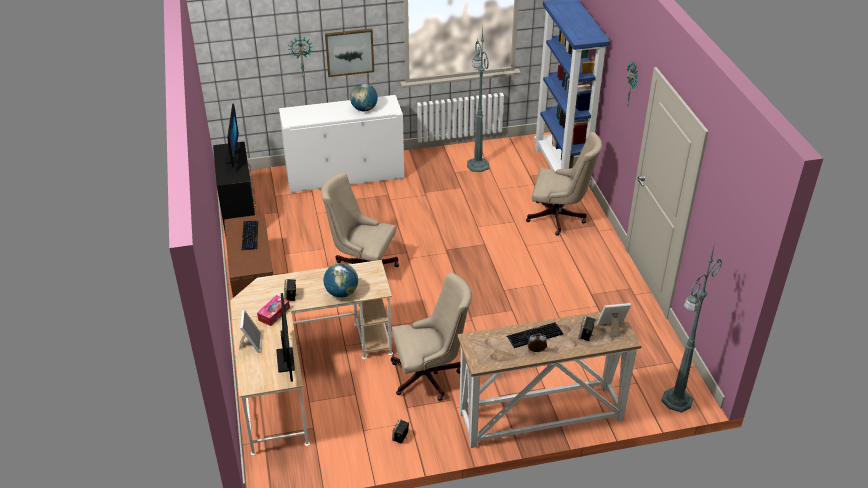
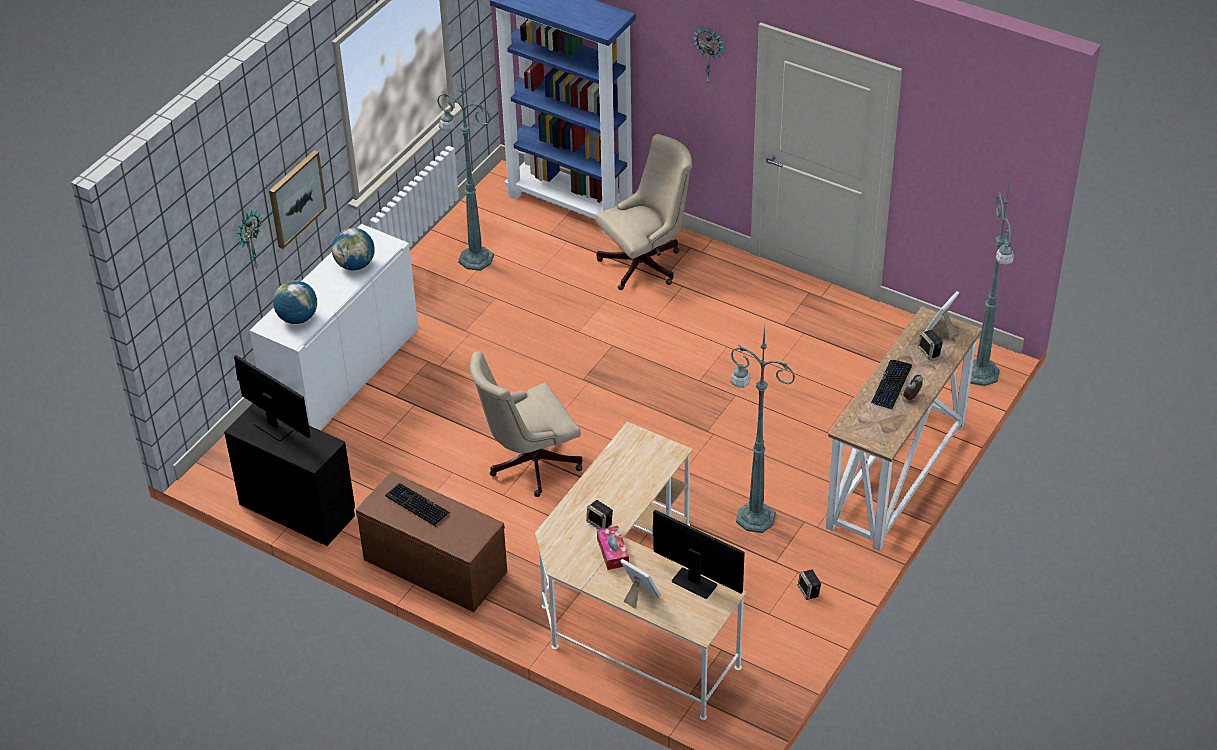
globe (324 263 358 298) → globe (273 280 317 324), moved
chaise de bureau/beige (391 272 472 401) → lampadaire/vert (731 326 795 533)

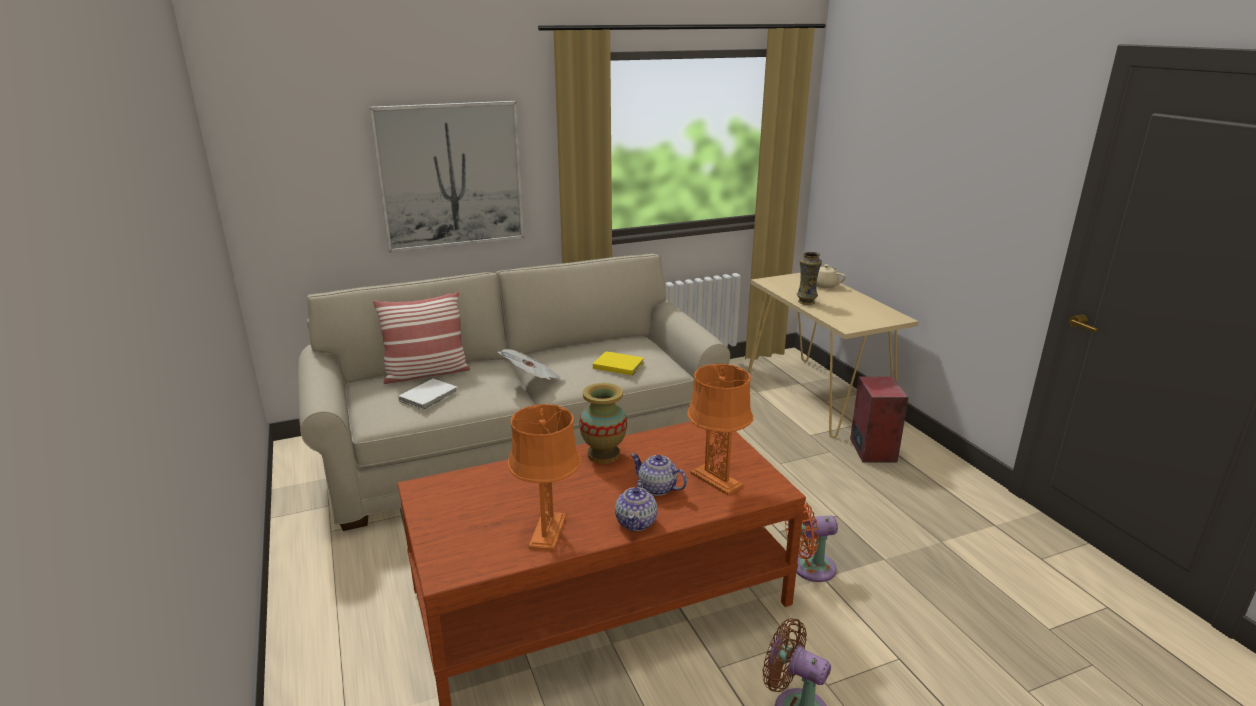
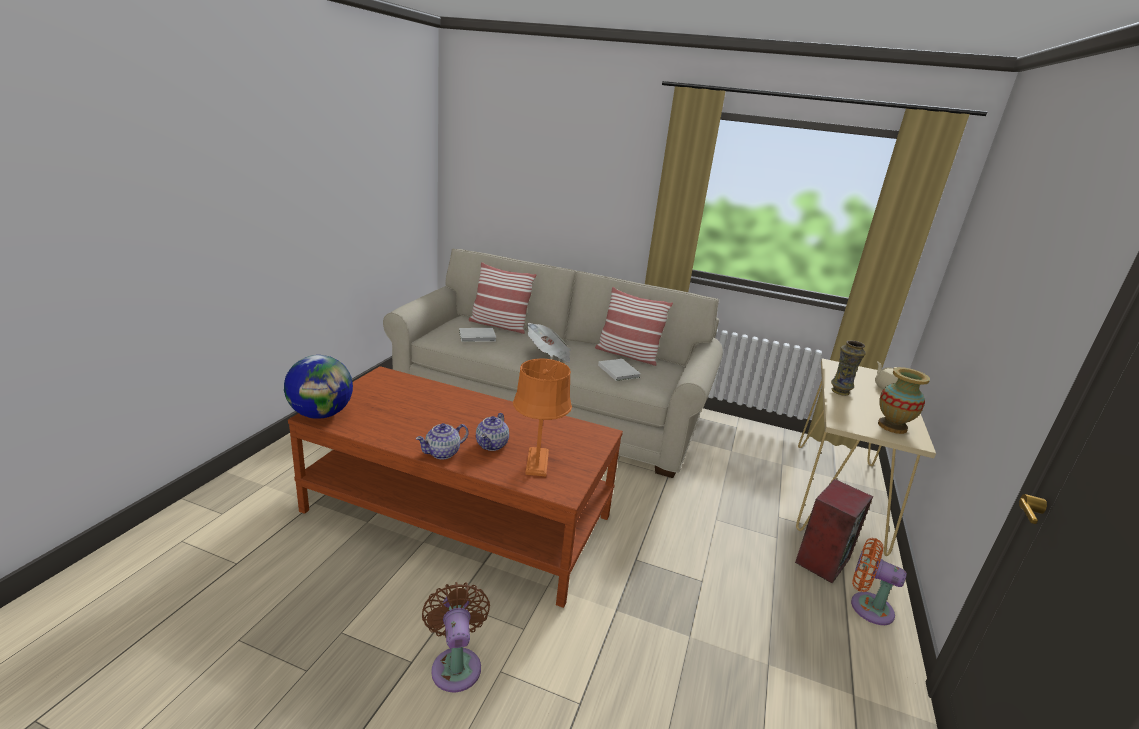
tableau (369 101 524 253) → -
livre/jaune (593 351 644 376) → livre/blanc (598 359 641 381)
vase (579 383 627 464) → vase (878 367 930 434), moved
lampe de table/orange (507 404 581 551) → -
théière (631 454 687 496) → théière (476 413 509 451), 150 degrees counterclockwise
ventilateur/orange (785 501 838 582) → ventilateur/orange (851 538 907 625), moved
- → coussin (595 287 673 366)
- → globe (284 355 353 419)

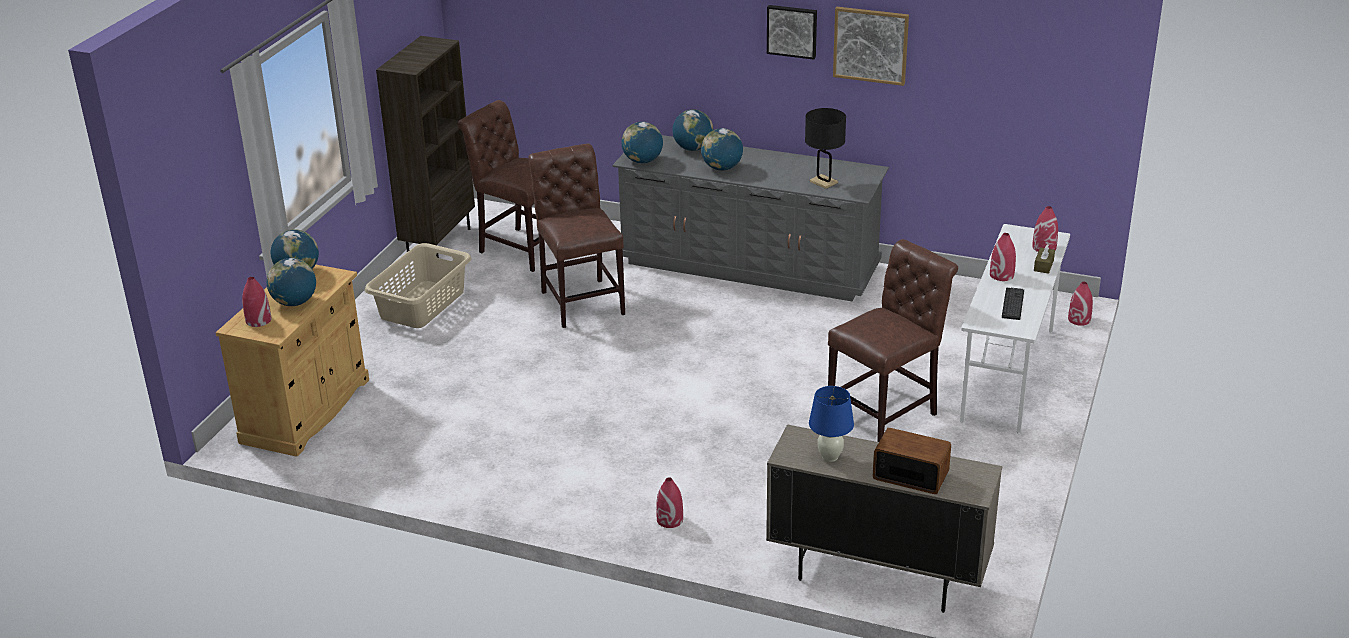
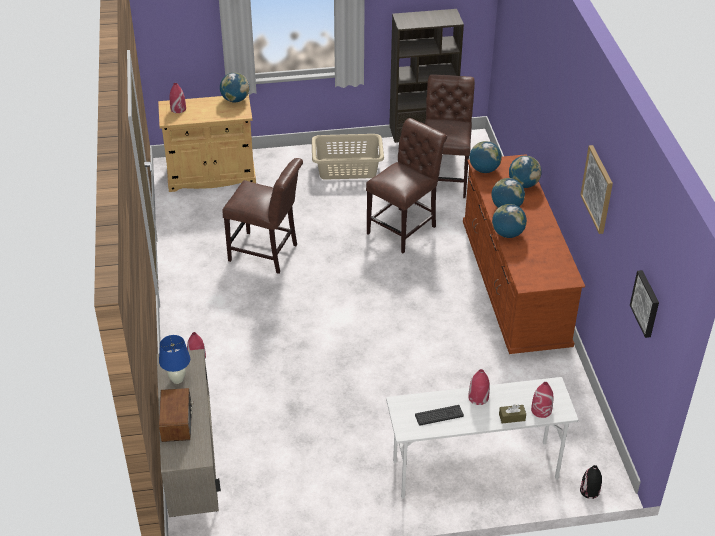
tableau (767 5 817 60) → tableau (630 270 659 338), moved
lampe de table/noir (805 108 846 189) → -
commode/gris (612 135 889 301) → commode/marron (463 154 585 354)
chaise/marron (828 239 958 442) → chaise/marron (222 158 303 274), moved
globe (266 258 316 306) → globe (492 204 527 238), moved
vase/rouge (1068 282 1093 326) → vase/noir (580 465 602 499)

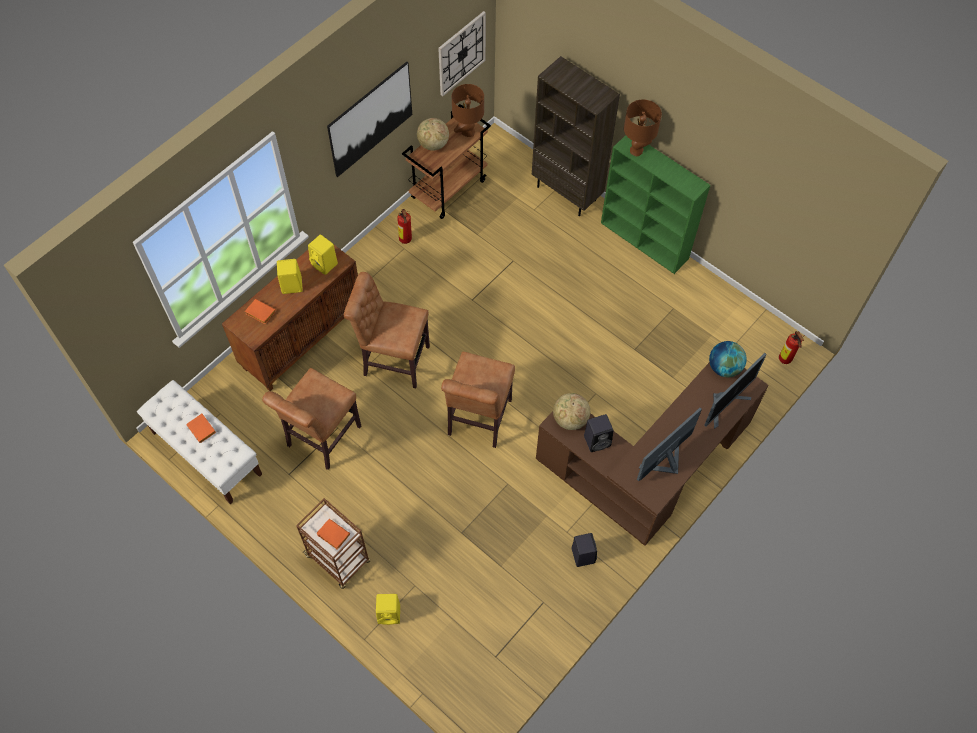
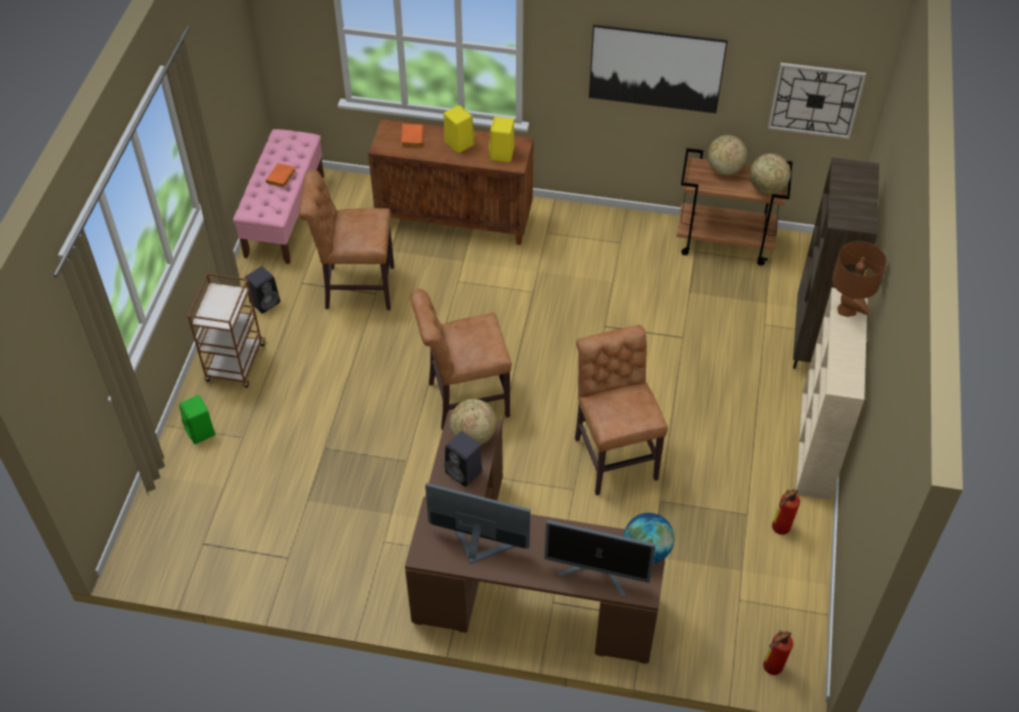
lampe de table/marron (452 84 484 137) → globe (750 153 791 194)
bibliothèque/vert (601 135 710 274) → bibliothèque/beige (796 288 867 500)
extincteur (397 209 412 244) → extincteur (772 489 800 535), moved
chaise/marron (344 272 430 388) → chaise/marron (575 325 668 496), moved
banc/blanc (137 380 262 504) → banc/rose (233 129 324 264)
livre/orange (317 519 350 550) → -
enceinte/noir (572 533 597 567) → enceinte/noir (245 266 280 314), moved
enceinte/jaune (376 594 400 625) → enceinte/vert (179 395 215 444)

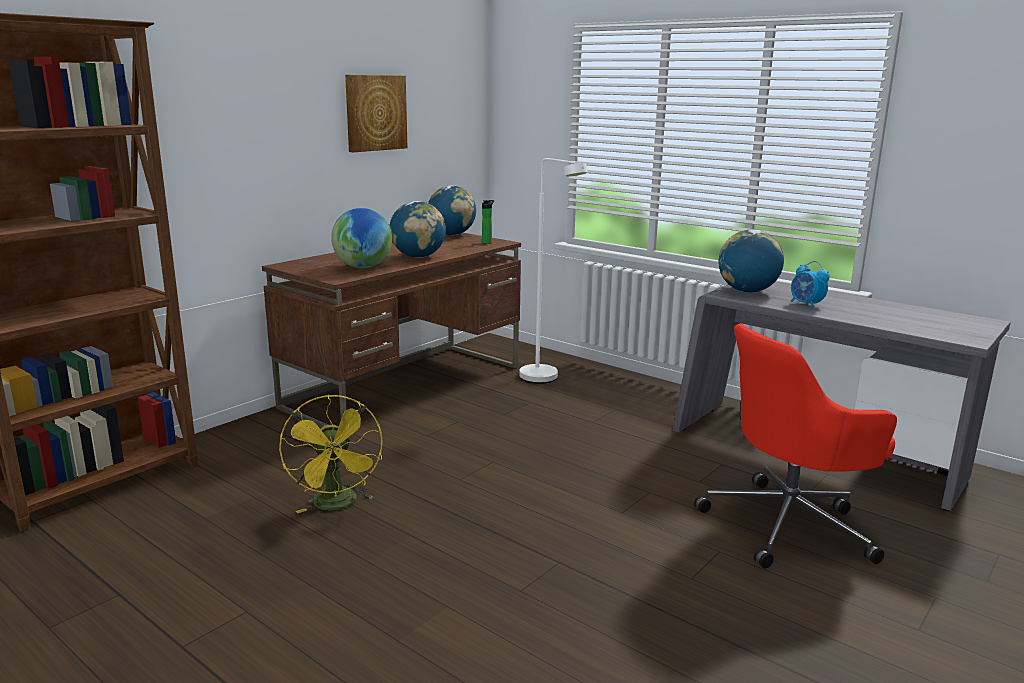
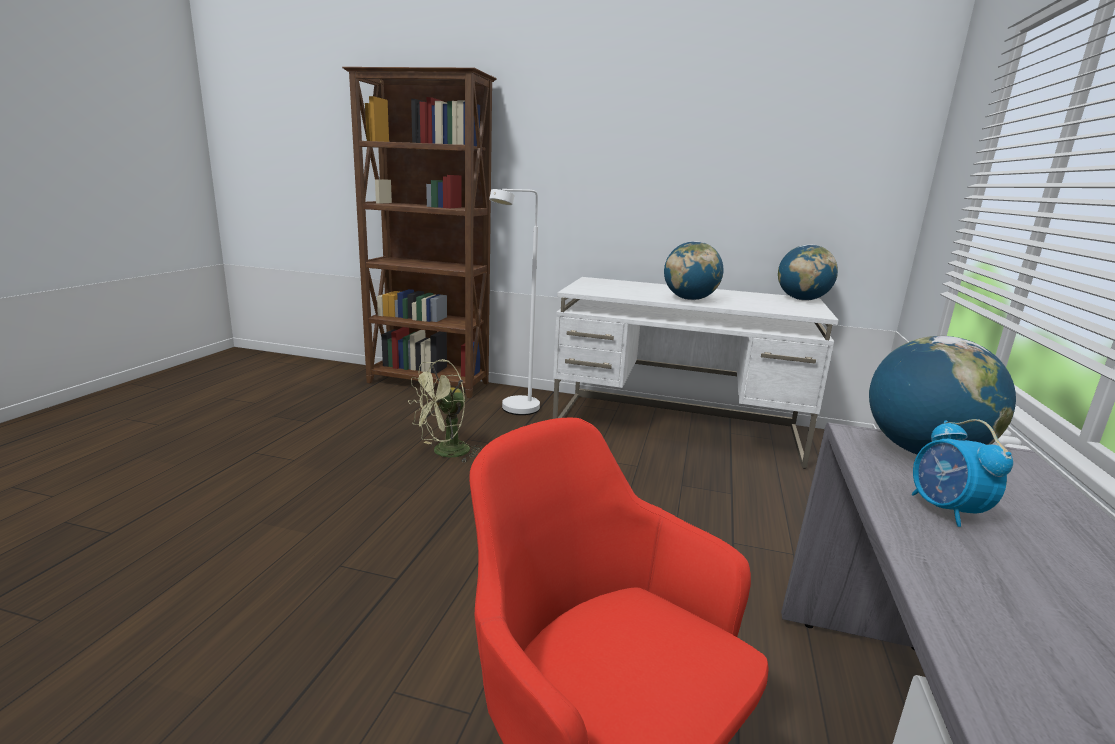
tableau (345 75 407 152) → -
lampadaire/blanc (519 158 588 384) → lampadaire/blanc (489 189 540 415), moved
bouteille (482 200 494 244) → -
globe (331 208 392 268) → -
bureau/marron (262 233 521 428) → bureau/blanc (553 277 839 469)
réveil (791 261 830 308) → réveil (912 419 1013 527), 45 degrees counterclockwise
ventilateur/jaune (279 395 383 513) → ventilateur/vert (408 359 482 463)

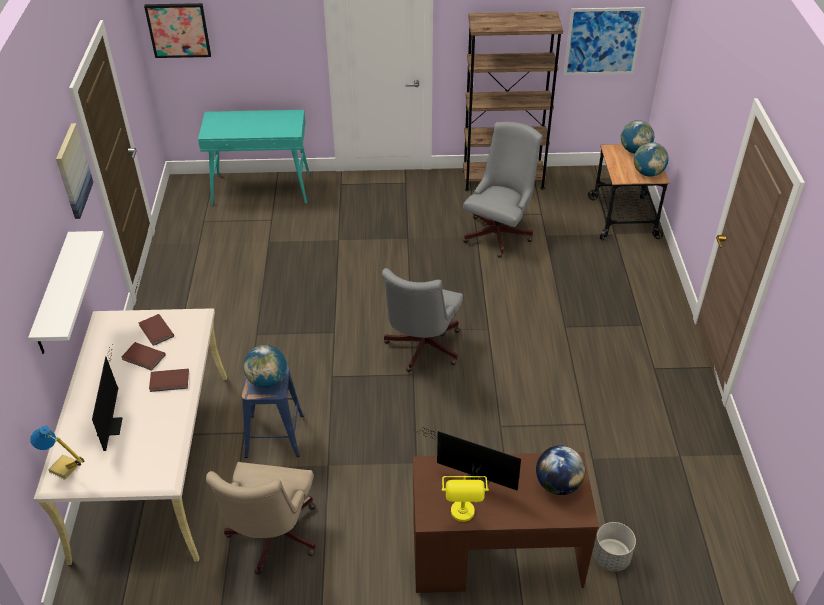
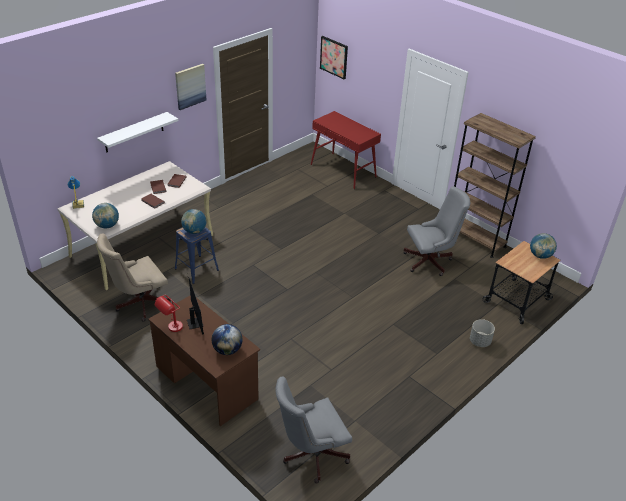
tableau (564 7 645 75) → -
table console/turquoise (198 110 310 206) → table console/rouge (311 111 381 189)
globe (634 142 669 177) → globe (92 203 119 228), moved
chaise de bureau/gris (382 268 463 372) → chaise de bureau/gris (275 377 352 484), moved
écran d'ordinateur (92 344 123 451) → -
lampe de table/jaune (442 476 489 522) → lampe de table/rouge (155 295 183 332)
cache-pot/gris (593 522 636 572) → cache-pot/gris (470 319 495 347), moved

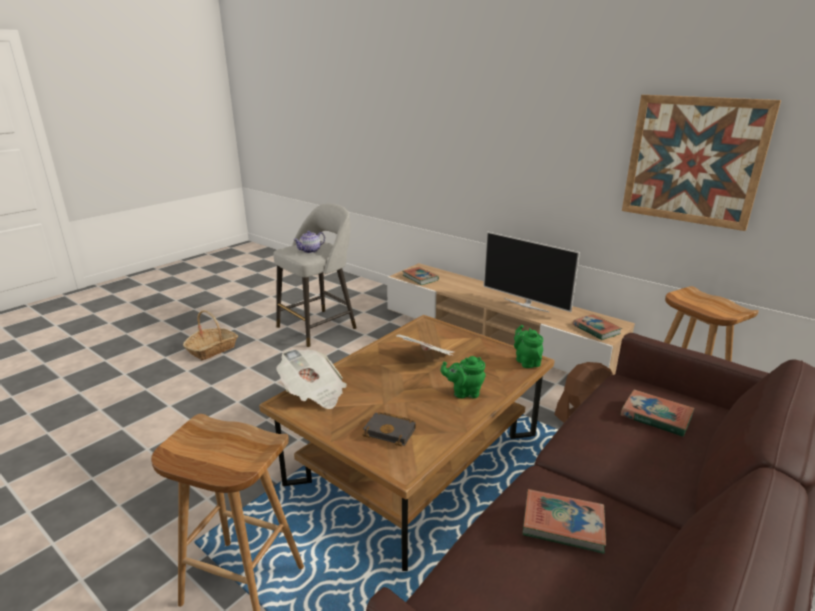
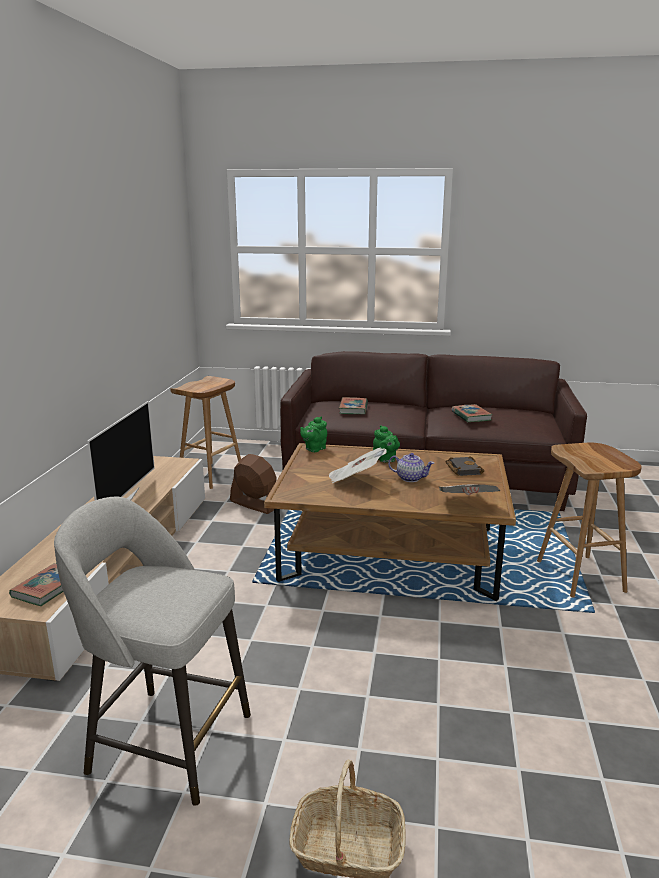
tableau (622 95 781 231) → -
théière (293 231 325 253) → théière (388 453 434 482), moved
livre (573 314 622 340) → -

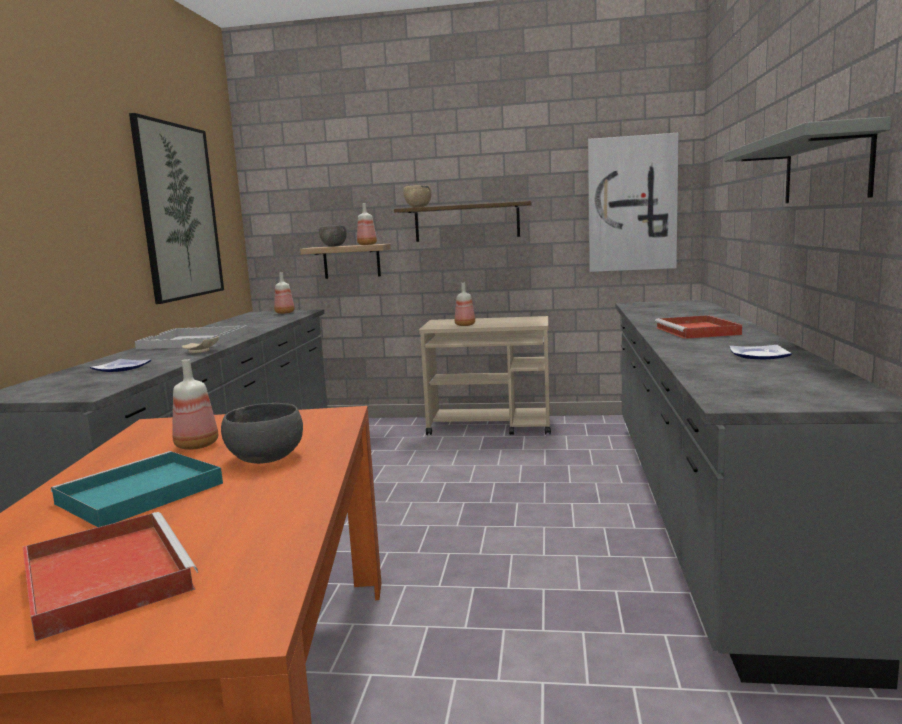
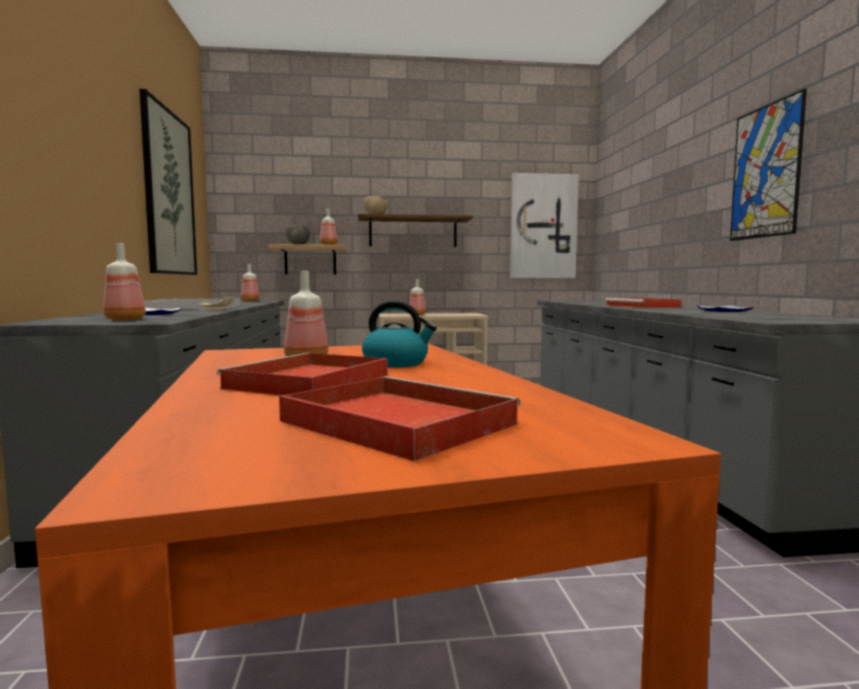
étagère/gris (724 116 892 203) → tableau (730 89 807 241)
bol/gris (221 403 303 464) → bouilloire (362 301 437 368)
plateau/turquoise (51 451 223 527) → plateau/rouge (217 353 388 396)
- → bouteille (103 243 146 320)

